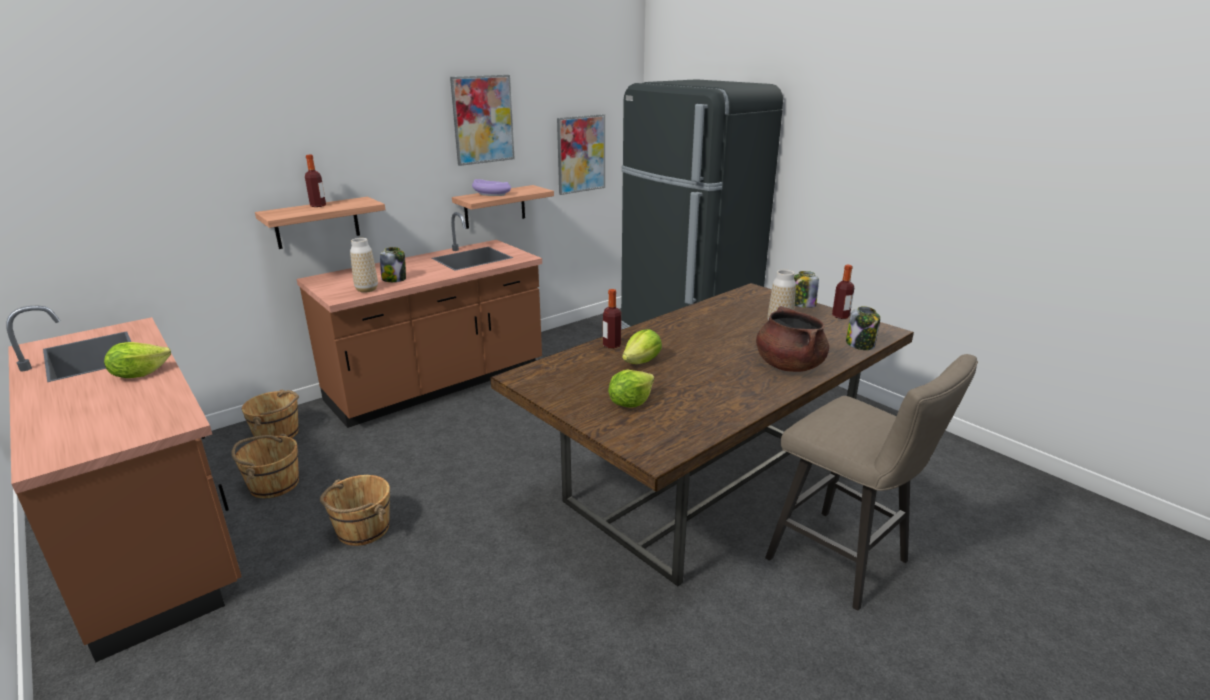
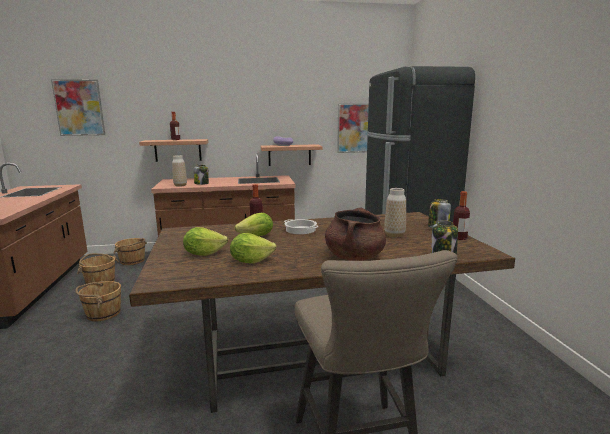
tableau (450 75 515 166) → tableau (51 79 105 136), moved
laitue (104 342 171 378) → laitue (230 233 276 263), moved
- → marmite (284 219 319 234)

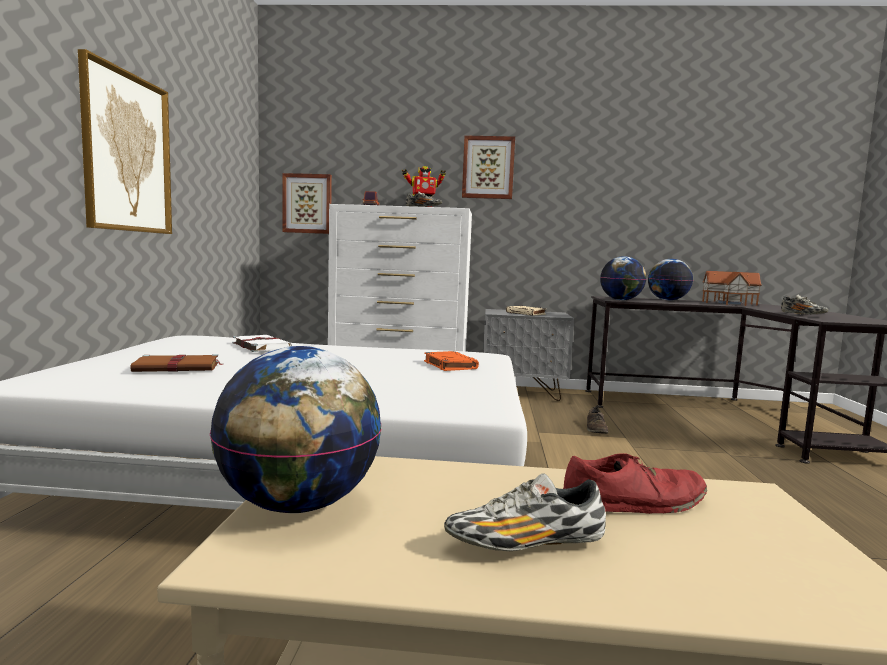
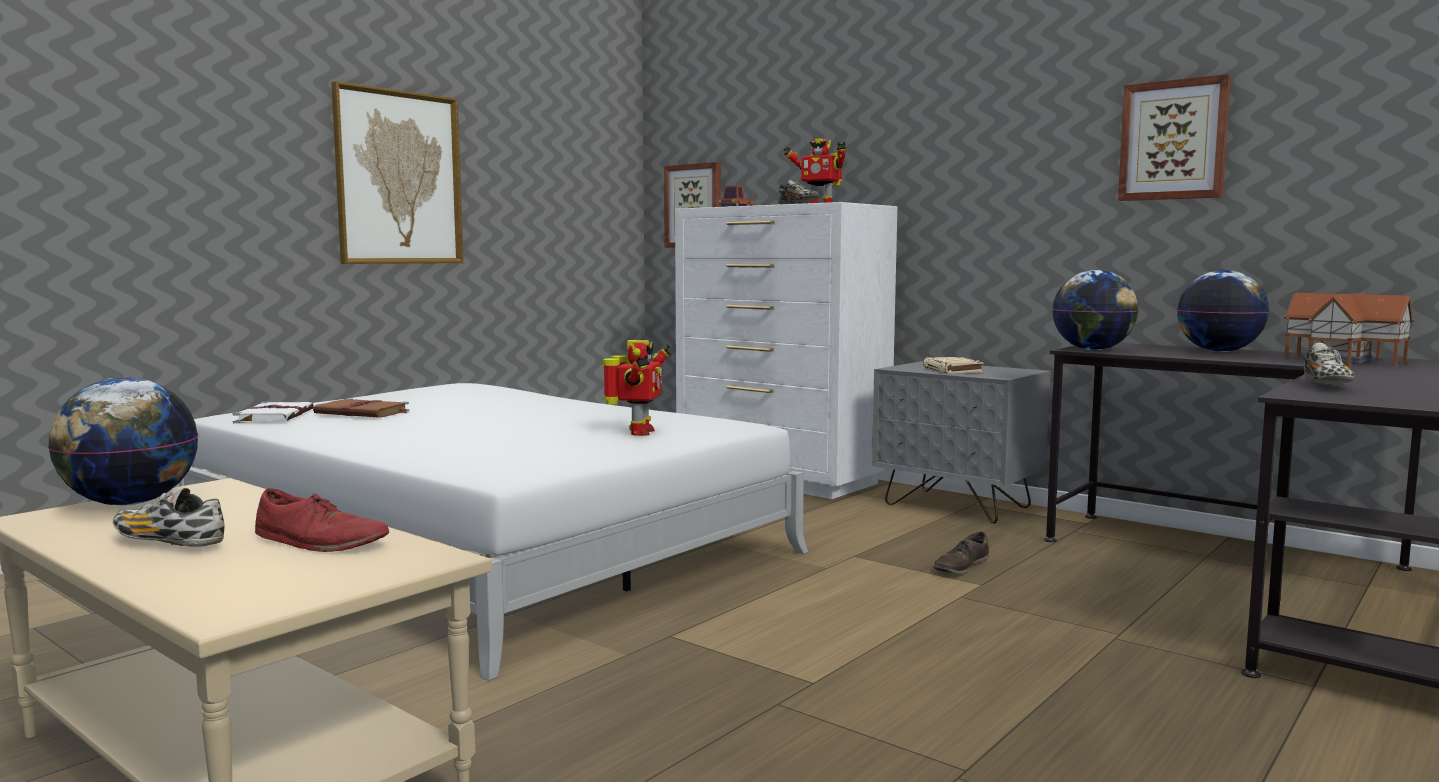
tableau (462 135 515 199) → tableau (1118 74 1231 201), moved
livre/blanc (232 335 292 352) → livre/blanc (233 402 314 423), moved
livre/orange (424 351 479 371) → robot jouet (603 340 671 436)

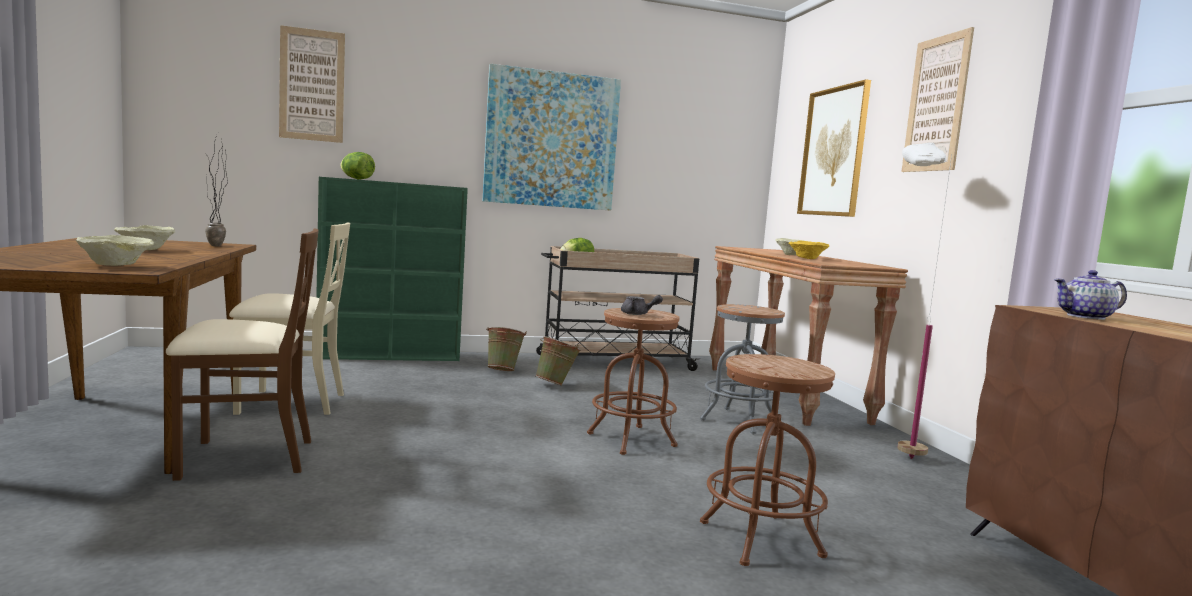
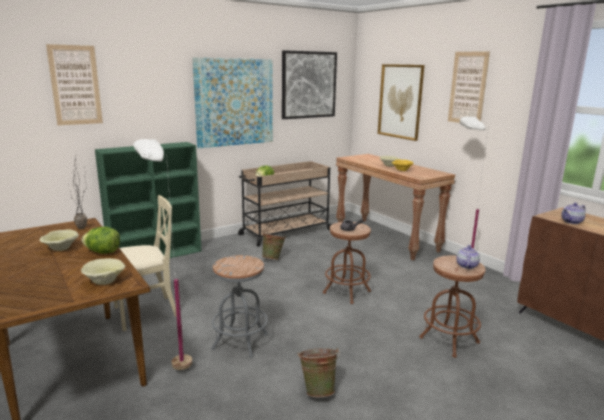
laitue (340 152 375 180) → laitue (82 227 120 254), moved
chaise/marron (166 228 318 481) → lampadaire/blanc (133 139 192 370)
tabouret/gris (700 304 785 434) → tabouret/gris (211 255 268 358), moved
seau/vert (486 327 527 371) → seau/vert (297 348 340 397), moved
- → tableau (282 50 337 119)
- → théière (456 245 480 269)

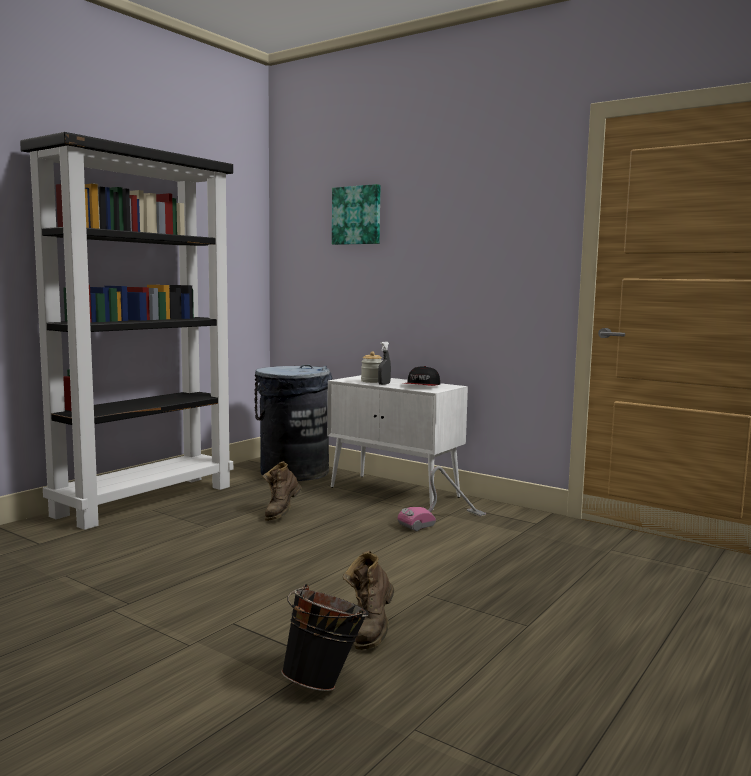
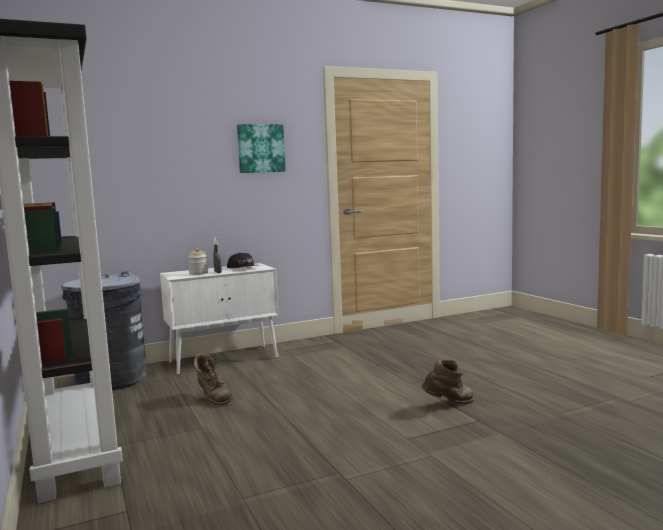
tableau (332 184 380 245) → tableau (237 124 286 173), moved
aspirateur (397 466 486 531) → -
botte/marron (343 551 394 650) → botte/marron (422 359 474 404), 60 degrees counterclockwise
seau/noir (281 584 369 691) → -

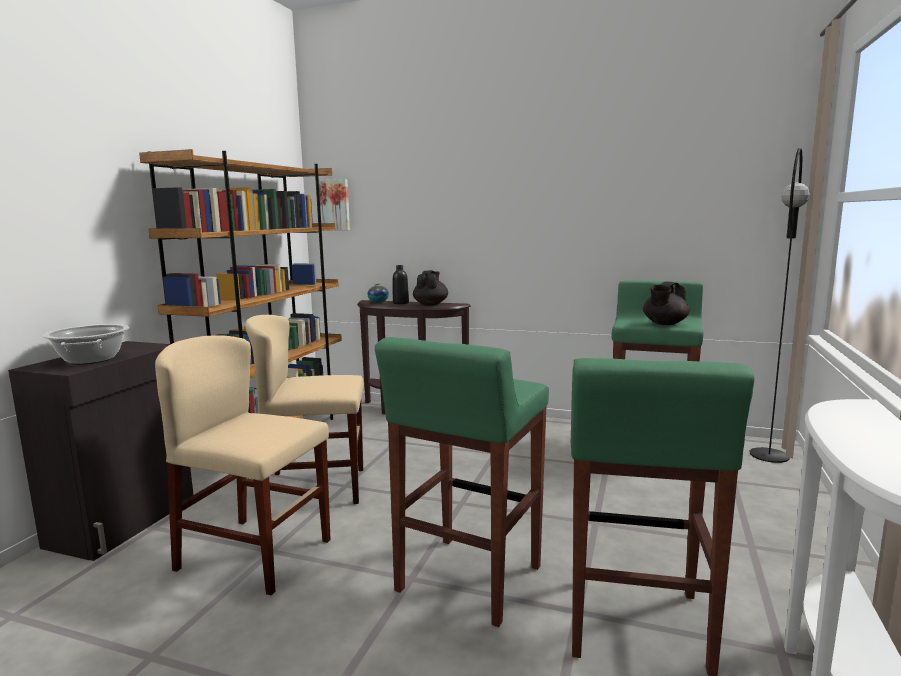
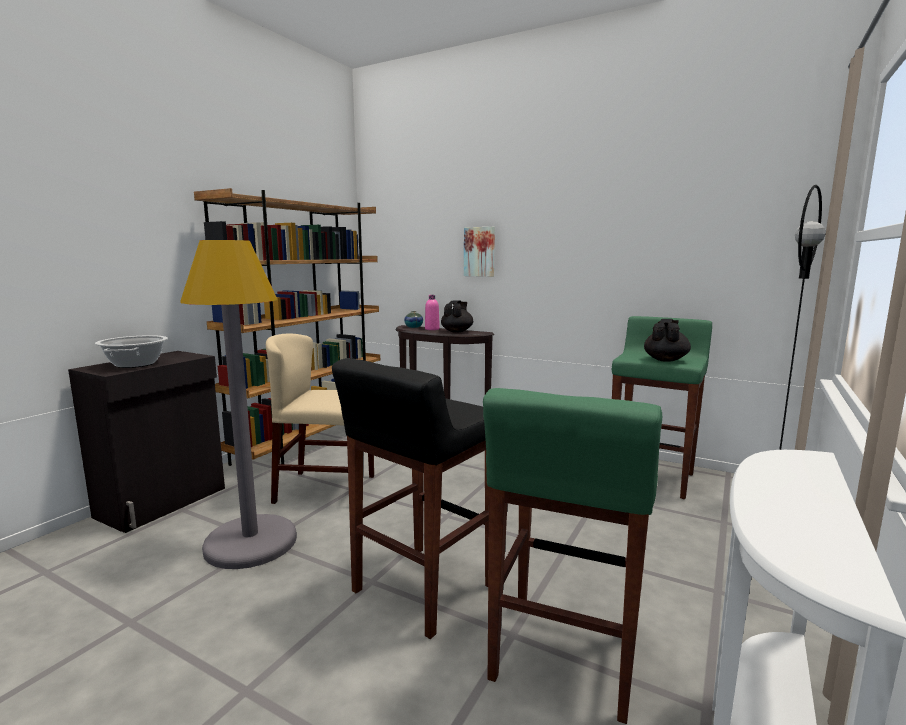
tableau (319 179 350 230) → tableau (464 227 495 277), moved
bouteille/noir (393 265 409 304) → bouteille/rose (425 295 440 330)
théière/noir (643 282 689 325) → théière/noir (644 319 691 362), 150 degrees clockwise
chaise/beige (155 335 331 595) → lampadaire/gris (180 240 297 569)
tabouret/vert (375 337 549 627) → tabouret/noir (332 358 489 639)

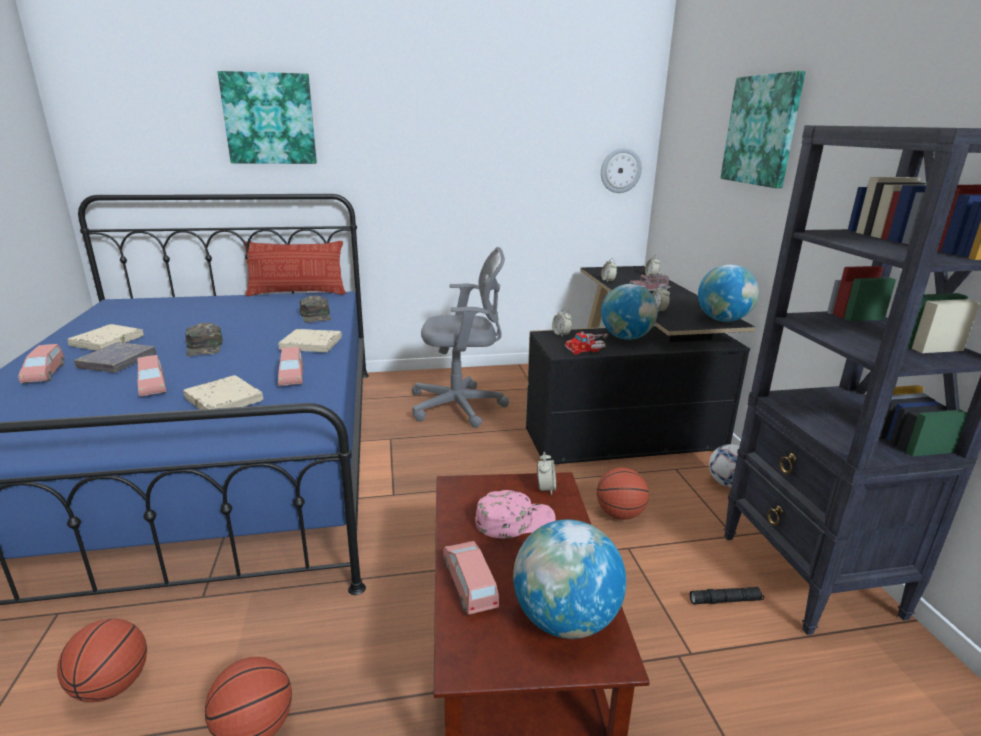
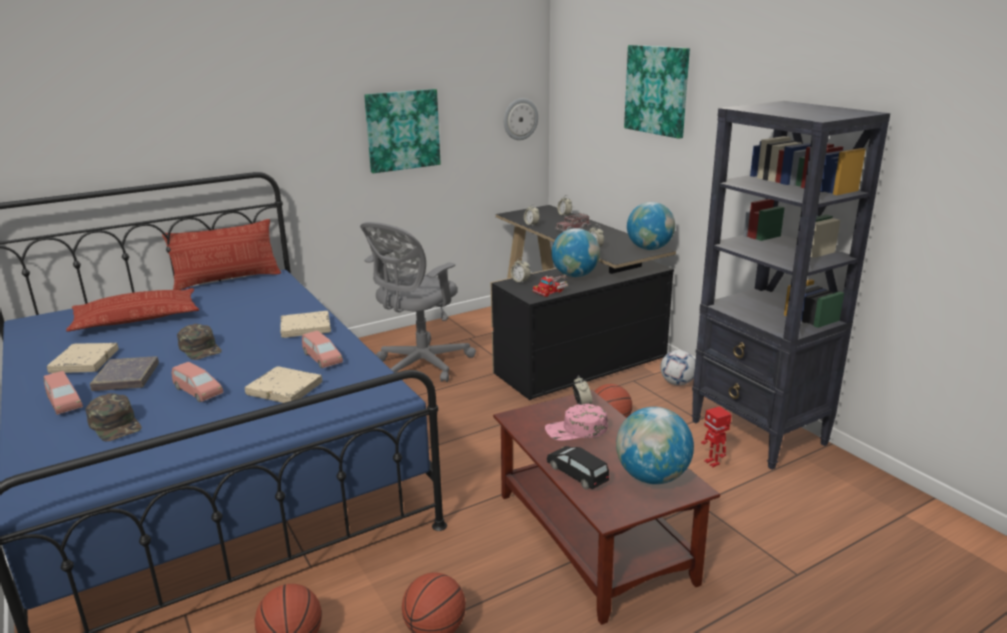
tableau (218 71 317 164) → tableau (364 89 441 173), moved
chaise de bureau/gris (412 247 509 428) → chaise de bureau/gris (360 222 476 382), 150 degrees clockwise
casquette/vert (300 295 331 323) → casquette/vert (85 393 142 441), moved
casquette/rose (475 490 556 538) → casquette/rose (545 404 608 441), 150 degrees counterclockwise
petite voiture/rose (443 541 499 615) → petite voiture/noir (547 446 609 490)
lampe de poche/noir (690 587 764 604) → robot jouet (701 406 732 468)
- → coussin (66 288 200 332)

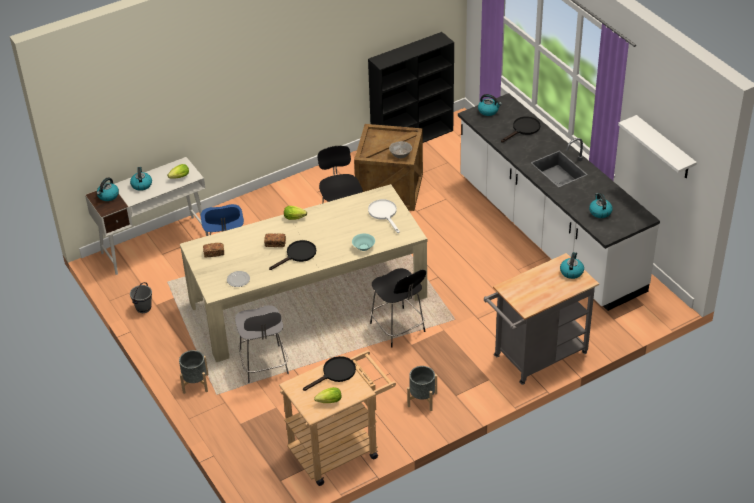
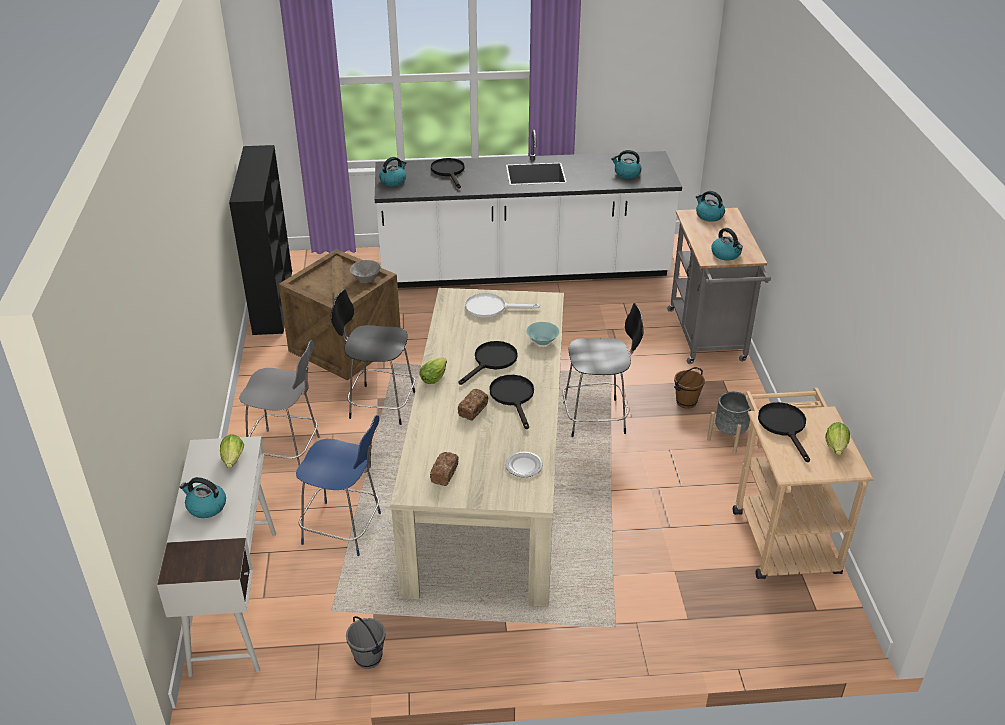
étagère/blanc (618 115 697 178) → -
bouilloire (97 178 119 201) → bouilloire (711 228 743 261), moved
chaise/gris (235 305 289 383) → chaise/gris (239 340 320 465), moved
cache-pot/gris (179 350 209 394) → -
- → poêle/noir (459 341 518 385)
- → seau/marron (674 367 705 409)

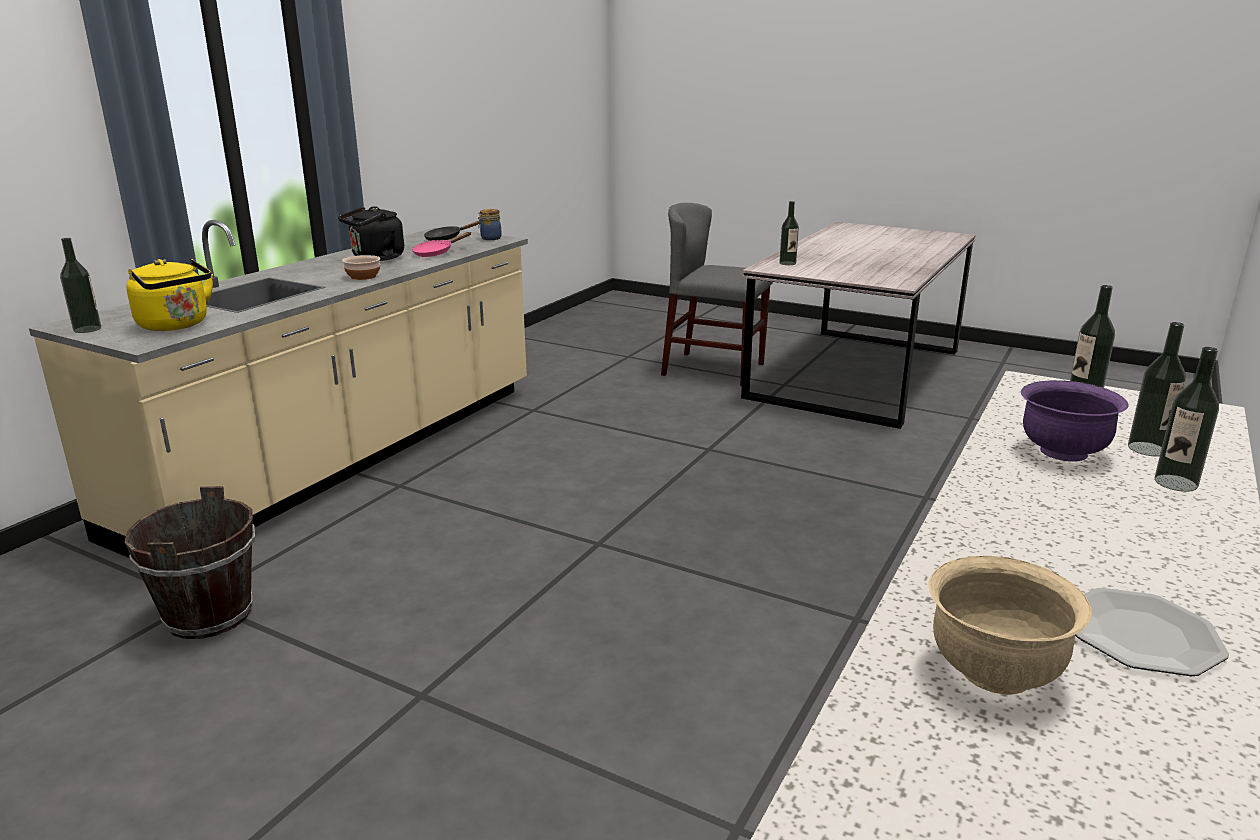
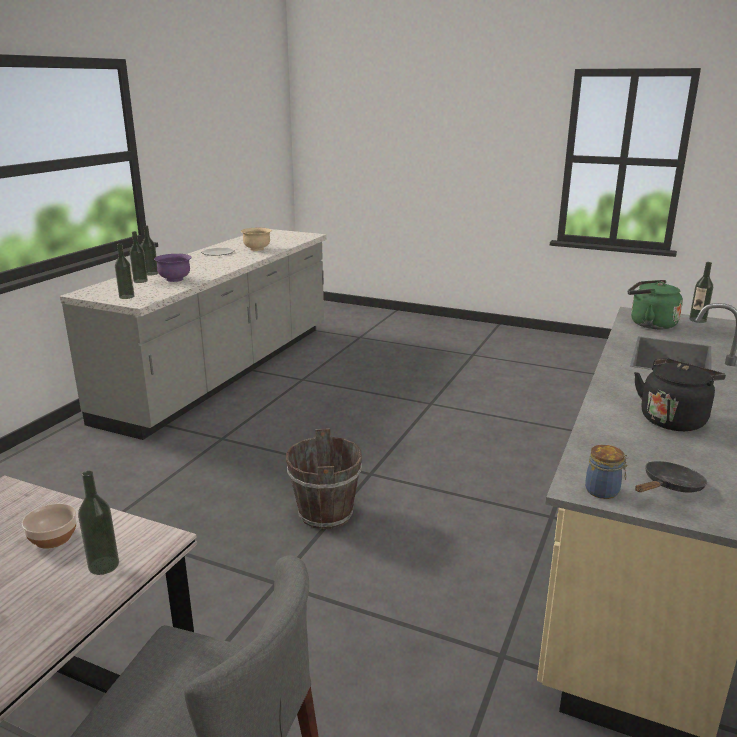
poêle/rose (412 232 471 257) → -
bol (342 255 380 280) → bol (22 504 76 549), moved
bouilloire/jaune (126 259 213 331) → bouilloire/vert (628 280 683 329)
seau/marron (124 486 255 639) → seau/marron (286 429 362 529), moved

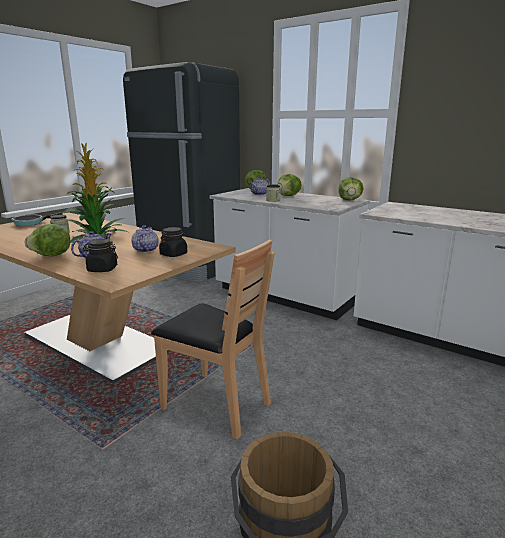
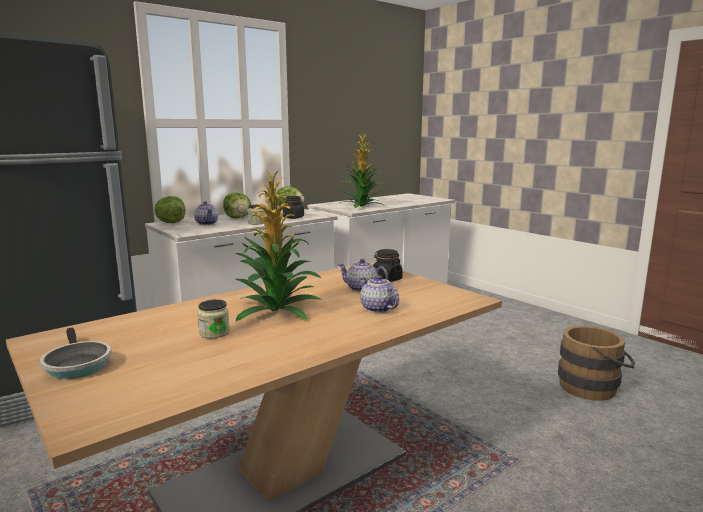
laitue (25 224 70 256) → -
bocal/noir (83 239 118 272) → bocal/noir (283 196 304 219), moved
chaise/marron (151 239 275 439) → -
- → plante en pot (340 130 387 208)

